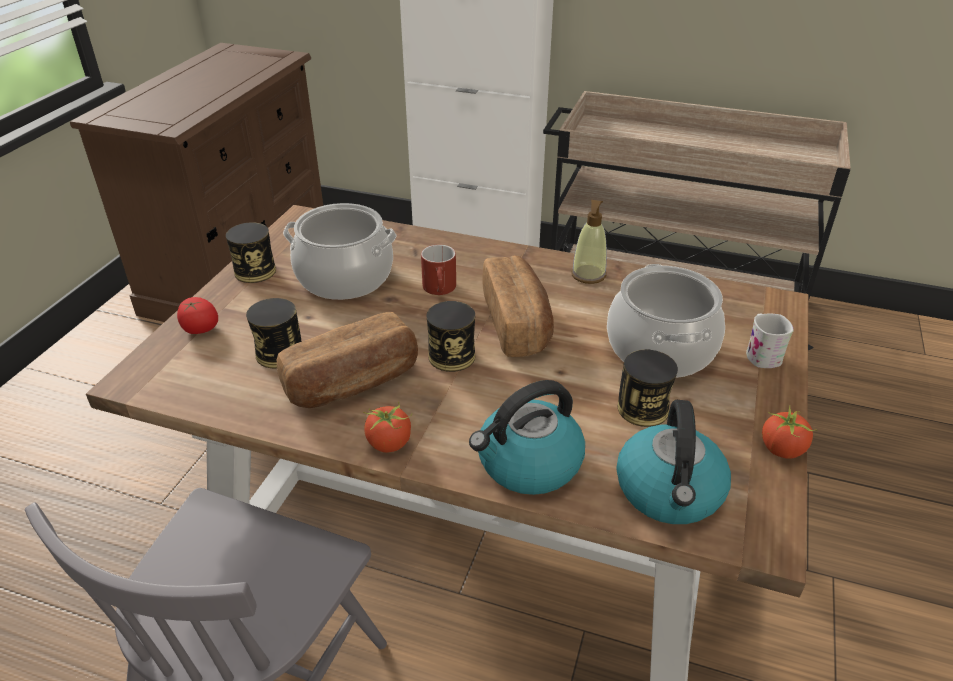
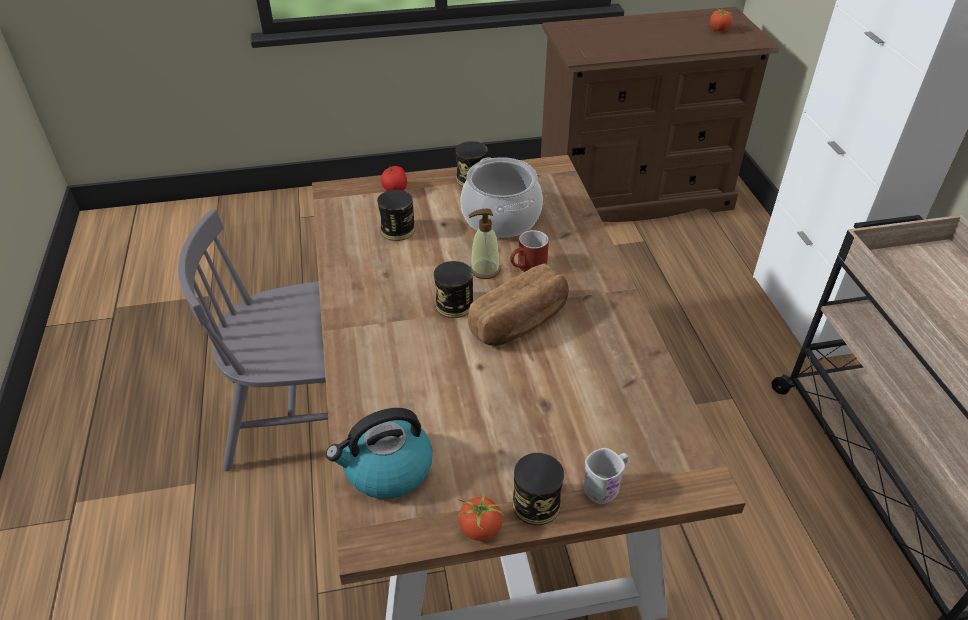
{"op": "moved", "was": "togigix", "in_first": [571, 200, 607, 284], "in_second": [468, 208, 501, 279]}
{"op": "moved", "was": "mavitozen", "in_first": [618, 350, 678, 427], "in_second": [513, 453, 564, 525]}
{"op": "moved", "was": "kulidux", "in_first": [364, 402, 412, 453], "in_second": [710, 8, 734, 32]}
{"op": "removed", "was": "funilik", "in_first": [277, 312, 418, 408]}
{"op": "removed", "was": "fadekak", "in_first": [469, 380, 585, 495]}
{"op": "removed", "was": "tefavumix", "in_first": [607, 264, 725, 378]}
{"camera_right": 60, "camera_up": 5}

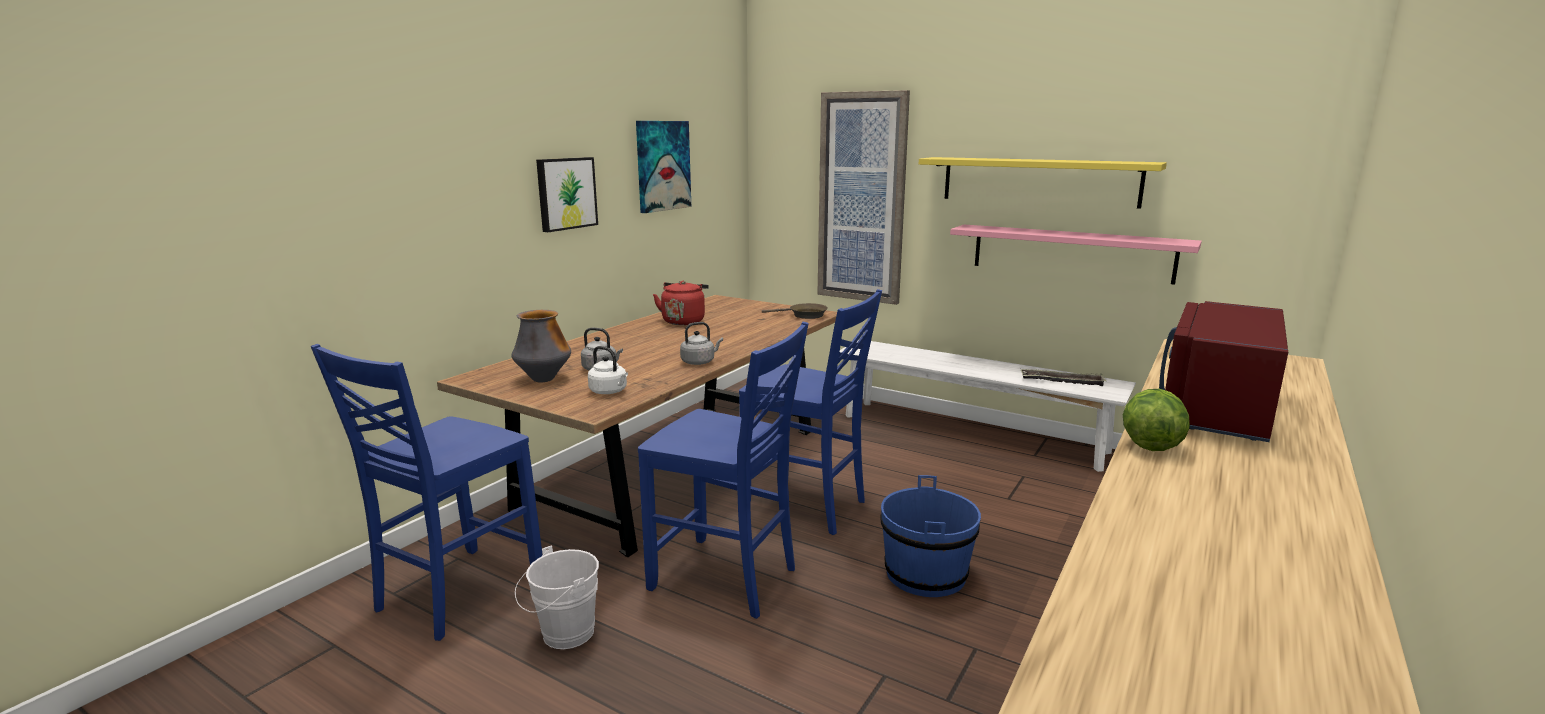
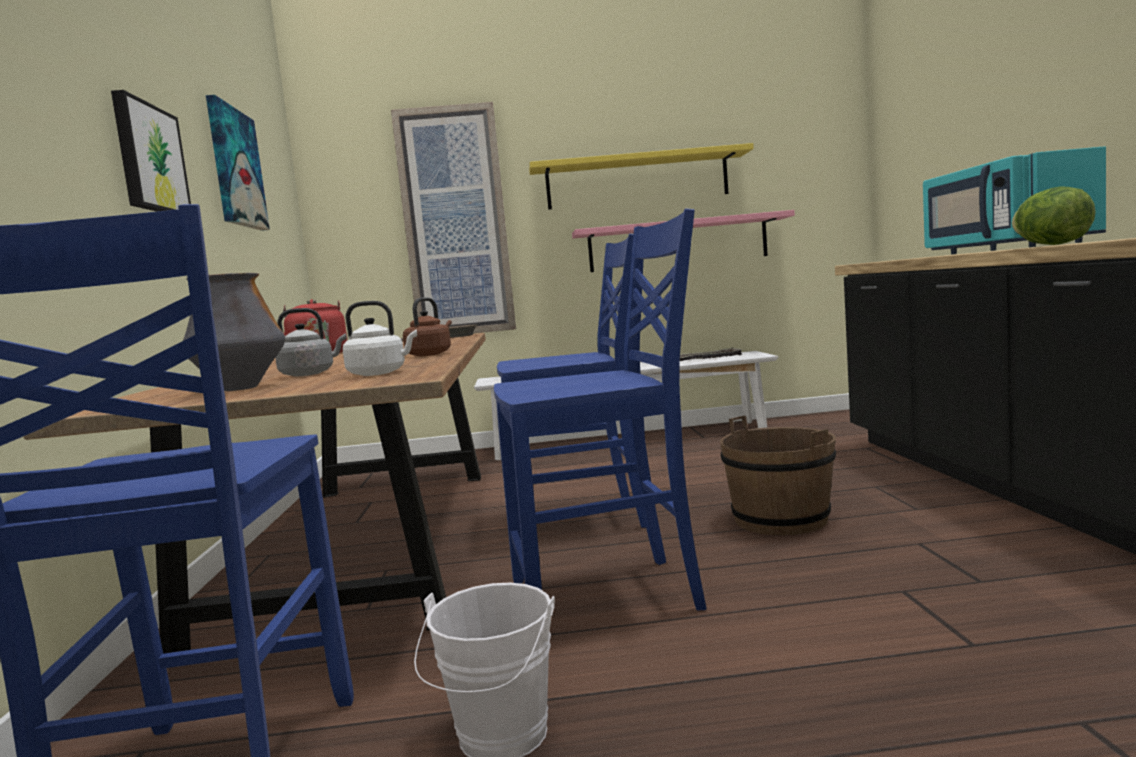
{"op": "recoloured", "was": "grey_fadekak", "now": "brown_fadekak", "in_first": [680, 322, 723, 365], "in_second": [403, 297, 452, 356]}
{"op": "recoloured", "was": "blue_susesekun", "now": "brown_susesekun", "in_first": [881, 475, 981, 597], "in_second": [720, 416, 836, 535]}
{"op": "recoloured", "was": "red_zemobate", "now": "turquoise_zemobate", "in_first": [1159, 301, 1288, 442], "in_second": [923, 146, 1106, 254]}
{"camera_right": -35, "camera_up": -10}

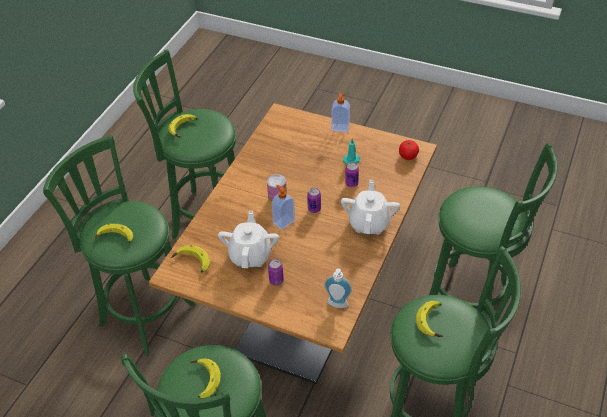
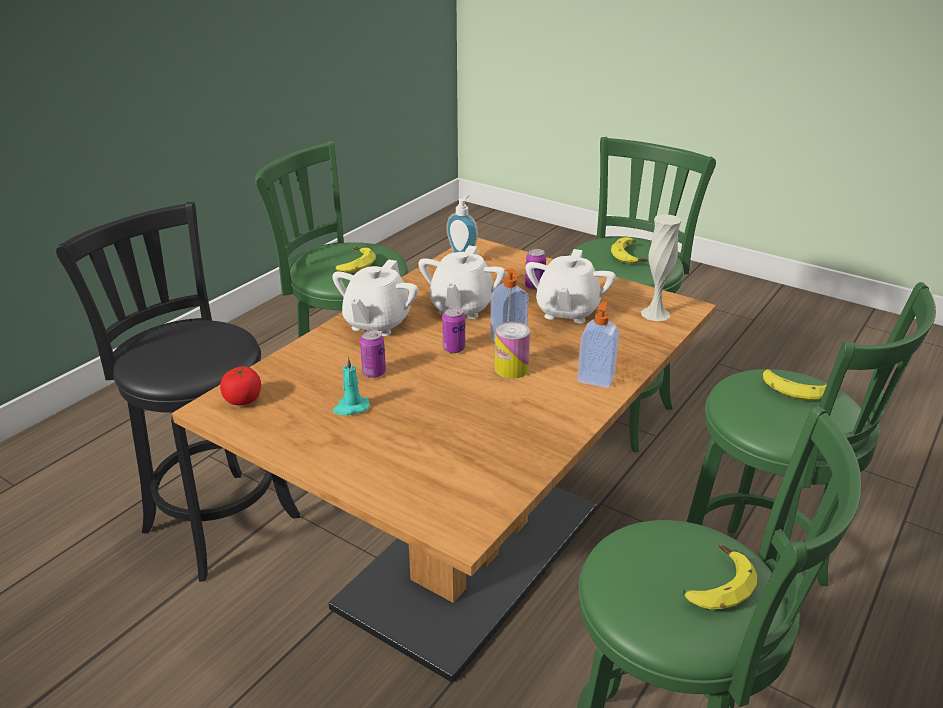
{"op": "recoloured", "was": "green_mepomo", "now": "black_mepomo", "in_first": [429, 143, 558, 314], "in_second": [56, 202, 300, 581]}
{"op": "added", "now": "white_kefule", "in_second": [418, 245, 506, 319]}
{"op": "moved", "was": "togigix", "in_first": [331, 93, 350, 132], "in_second": [577, 301, 619, 388]}
{"op": "replaced", "was": "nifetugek", "now": "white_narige", "in_first": [171, 245, 210, 273], "in_second": [641, 214, 681, 321]}
{"camera_right": -170, "camera_up": -15}

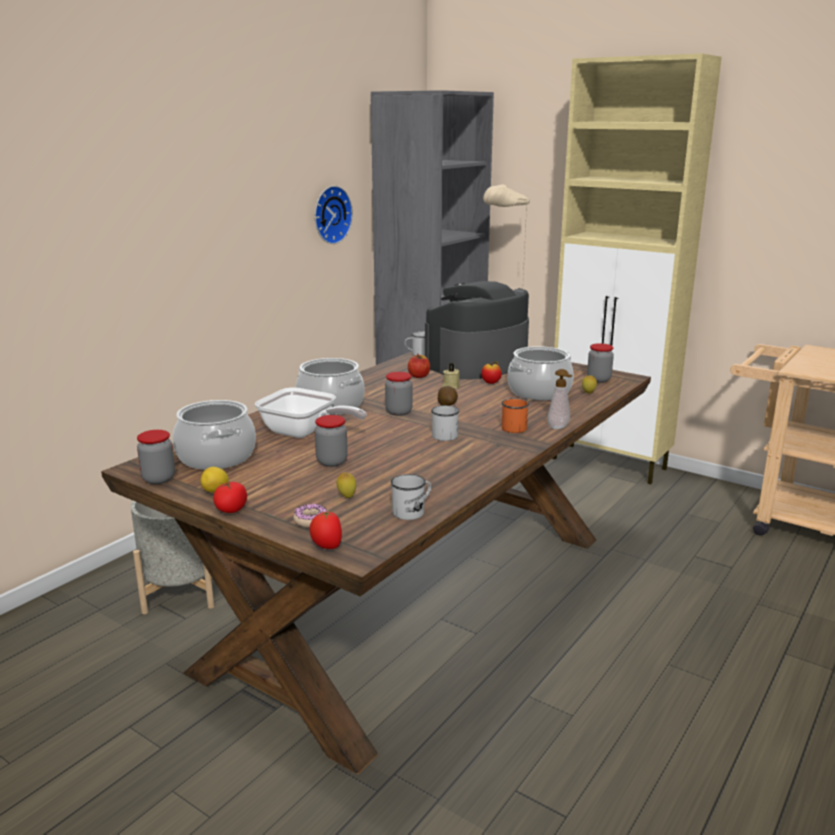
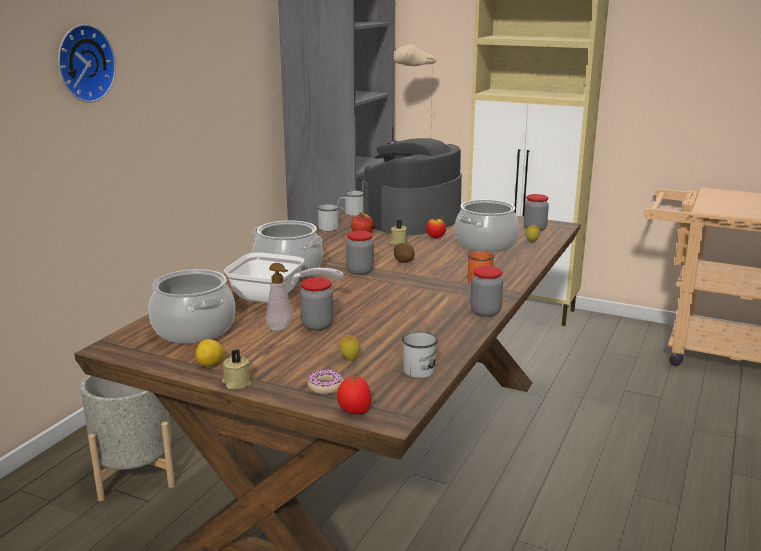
{"op": "moved", "was": "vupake", "in_first": [315, 186, 353, 244], "in_second": [58, 24, 116, 103]}
{"op": "replaced", "was": "kulidux", "now": "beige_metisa", "in_first": [213, 481, 247, 513], "in_second": [222, 349, 252, 389]}
{"op": "moved", "was": "togigix", "in_first": [547, 369, 572, 429], "in_second": [266, 263, 293, 331]}
{"op": "moved", "was": "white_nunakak", "in_first": [431, 405, 460, 441], "in_second": [317, 204, 340, 231]}
{"op": "moved", "was": "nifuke", "in_first": [137, 430, 175, 484], "in_second": [470, 266, 503, 317]}
{"camera_right": -10, "camera_up": 0}

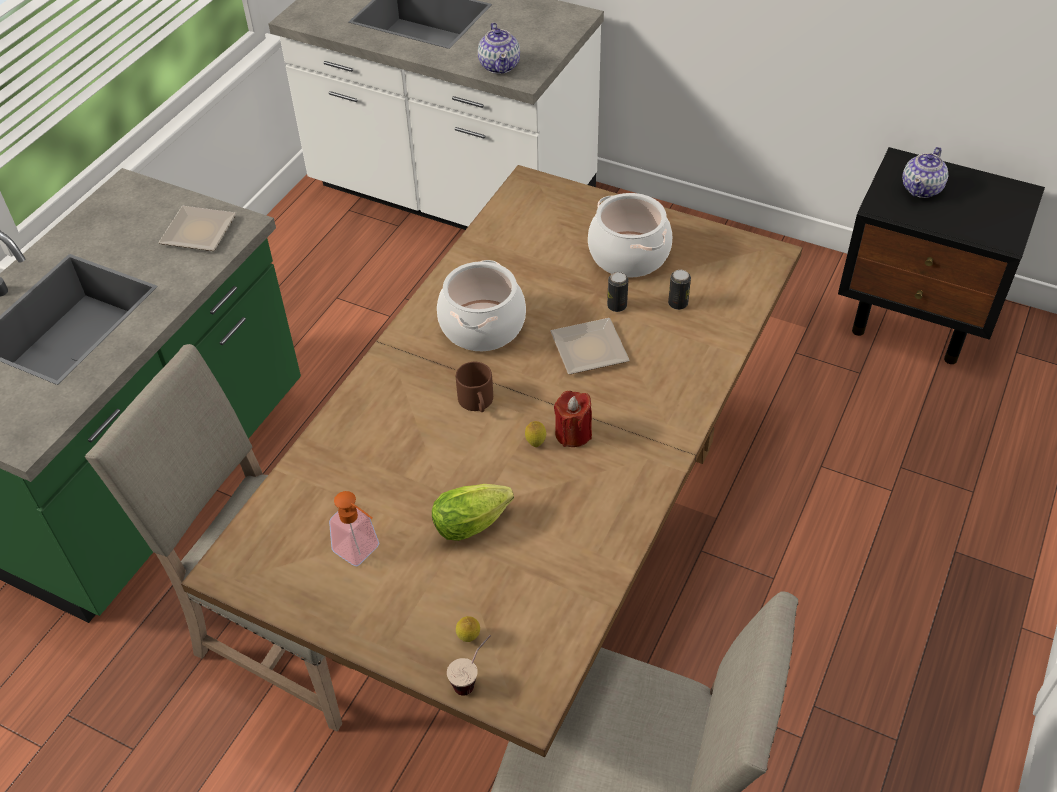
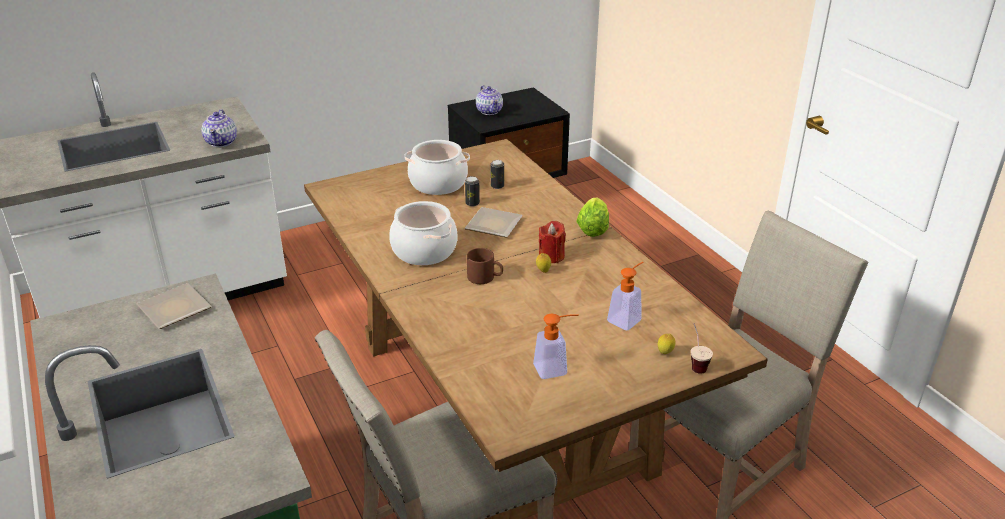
{"op": "turned", "was": "kefule", "in_first": [478, 23, 520, 74], "in_second": [201, 109, 237, 147], "clockwise": 60}
{"op": "moved", "was": "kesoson", "in_first": [432, 484, 514, 541], "in_second": [576, 197, 609, 237]}
{"op": "added", "now": "togigix", "in_second": [607, 262, 644, 330]}
{"camera_right": -55, "camera_up": -15}

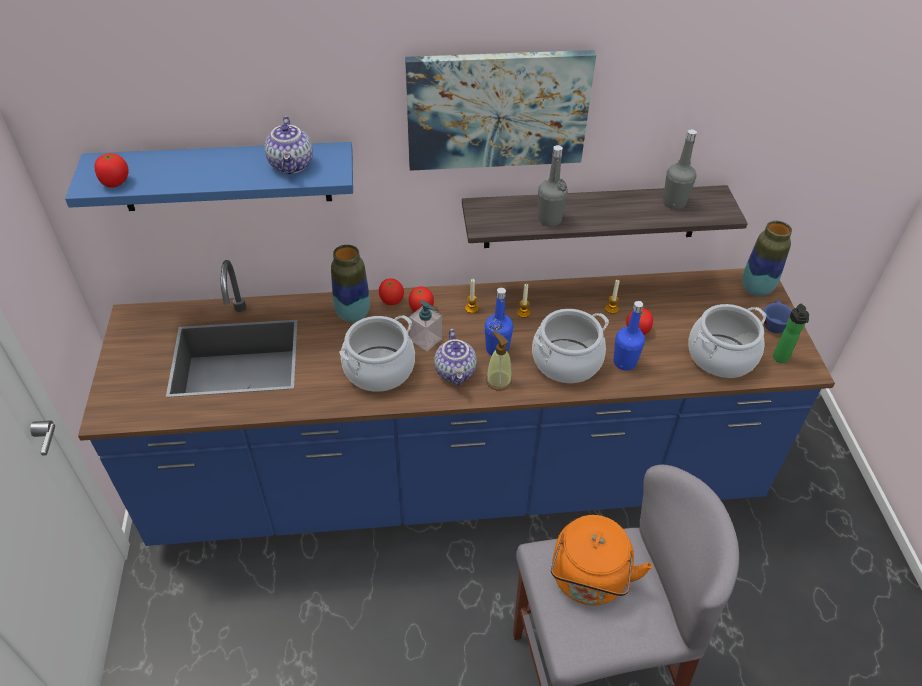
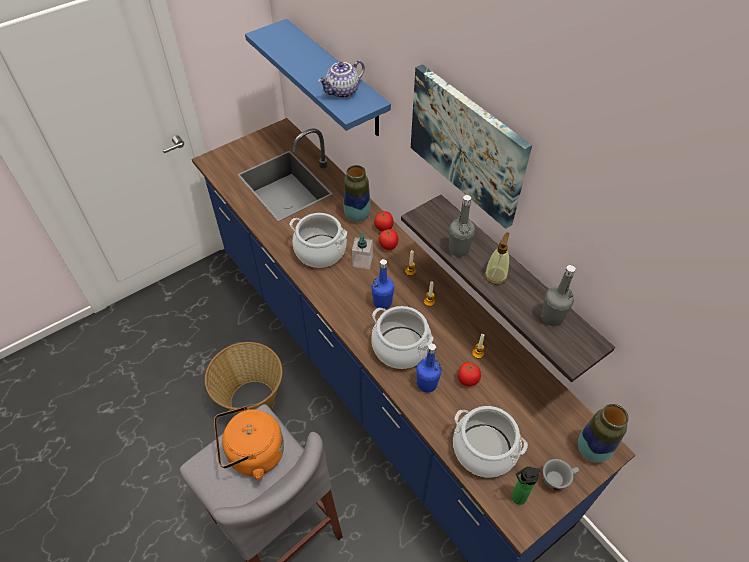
{"op": "added", "now": "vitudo", "in_second": [205, 342, 282, 415]}
{"op": "moved", "was": "togigix", "in_first": [486, 331, 512, 390], "in_second": [484, 232, 509, 285]}
{"op": "recoloured", "was": "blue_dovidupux", "now": "grey_dovidupux", "in_first": [764, 301, 792, 333], "in_second": [543, 459, 579, 490]}
{"op": "removed", "was": "kulidux", "in_first": [94, 153, 129, 188]}
{"op": "removed", "was": "kefule", "in_first": [434, 329, 477, 386]}
{"camera_right": 60, "camera_up": 5}

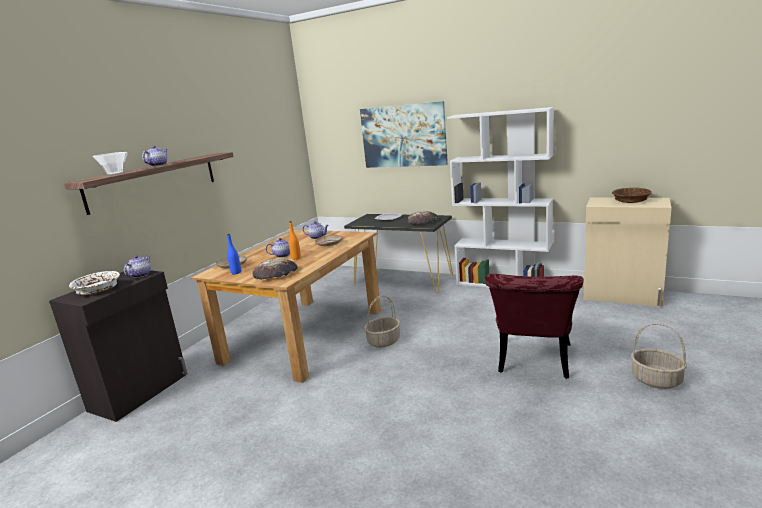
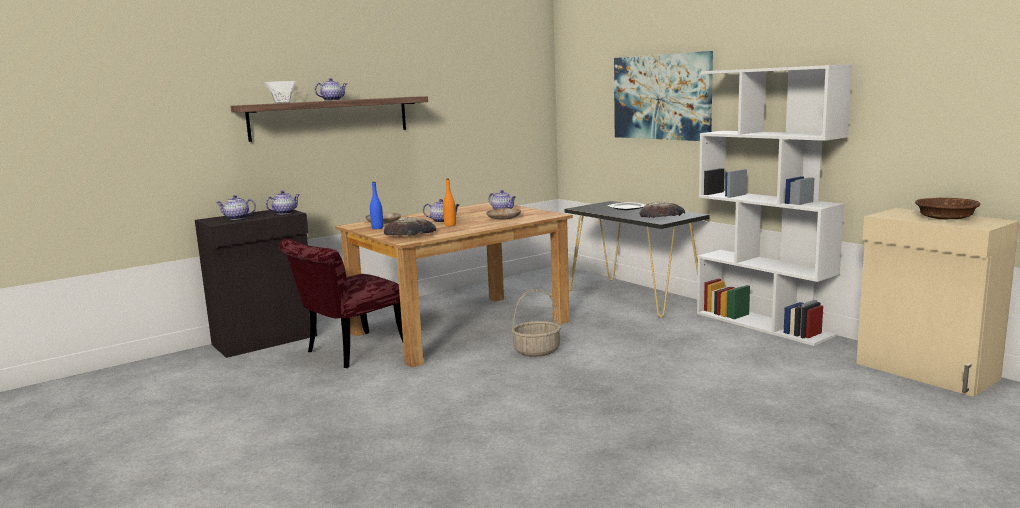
{"op": "replaced", "was": "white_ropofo", "now": "kefule", "in_first": [69, 271, 120, 295], "in_second": [216, 195, 256, 220]}
{"op": "moved", "was": "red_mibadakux", "in_first": [485, 274, 584, 379], "in_second": [279, 239, 403, 368]}
{"op": "removed", "was": "vitudo", "in_first": [631, 323, 687, 389]}
{"camera_right": 25, "camera_up": -5}

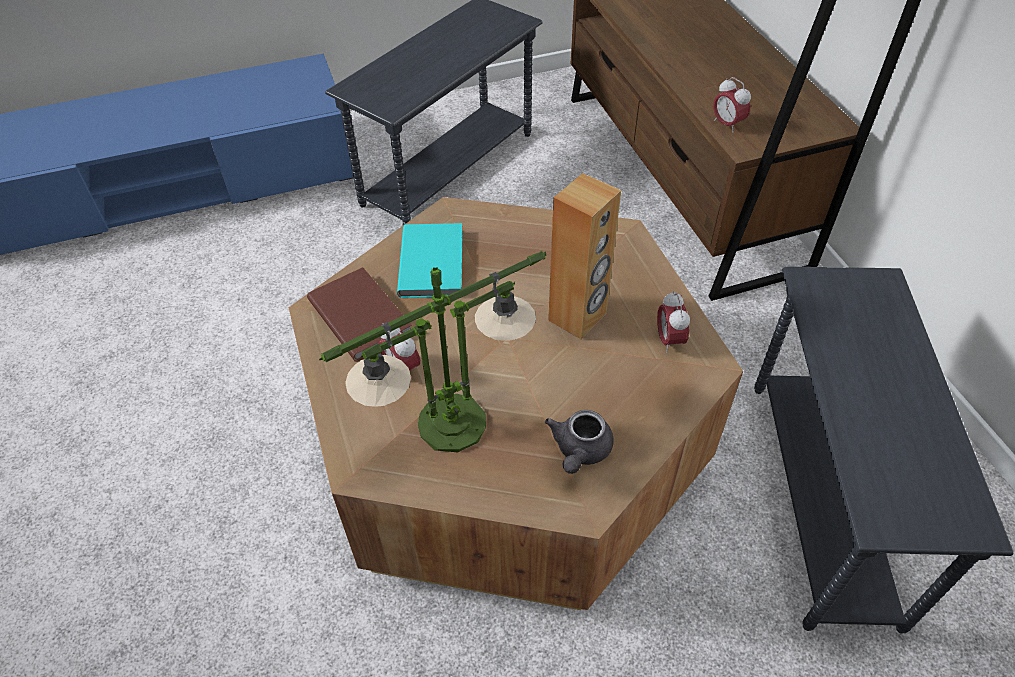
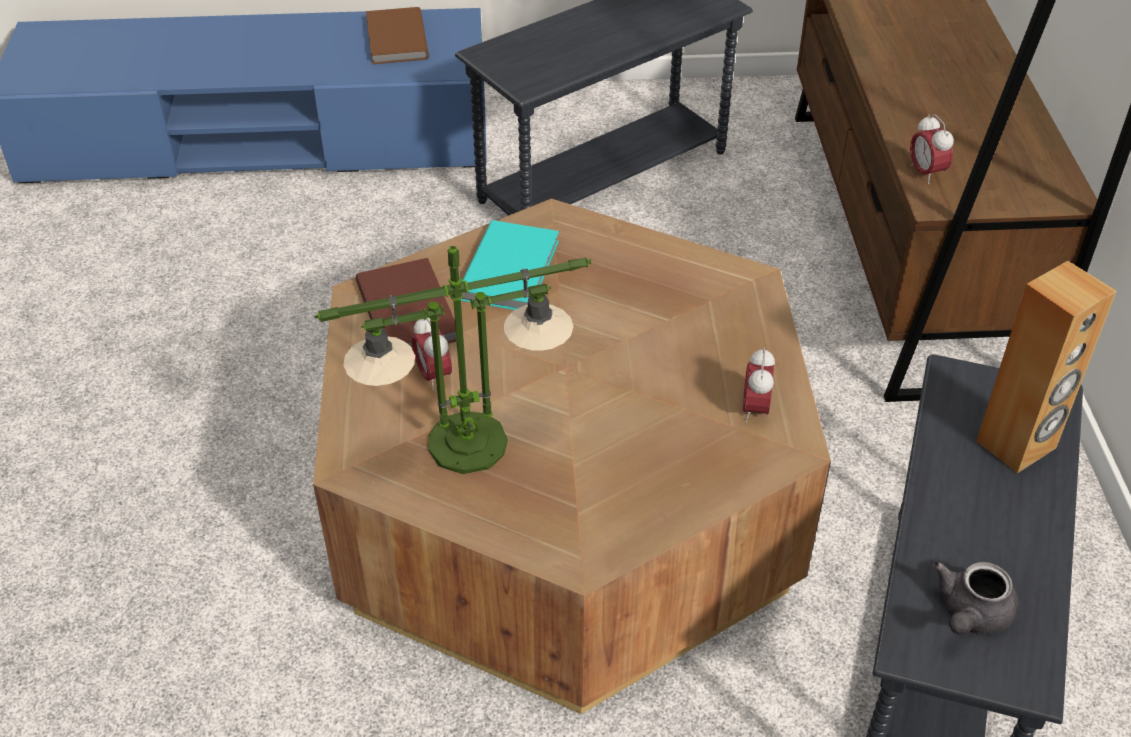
{"op": "added", "now": "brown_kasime", "in_second": [366, 7, 429, 64]}
{"op": "moved", "was": "grey_kefule", "in_first": [545, 410, 614, 474], "in_second": [933, 562, 1019, 635]}
{"op": "moved", "was": "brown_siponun", "in_first": [548, 173, 621, 339], "in_second": [976, 261, 1117, 473]}
{"camera_right": 15, "camera_up": -5}

